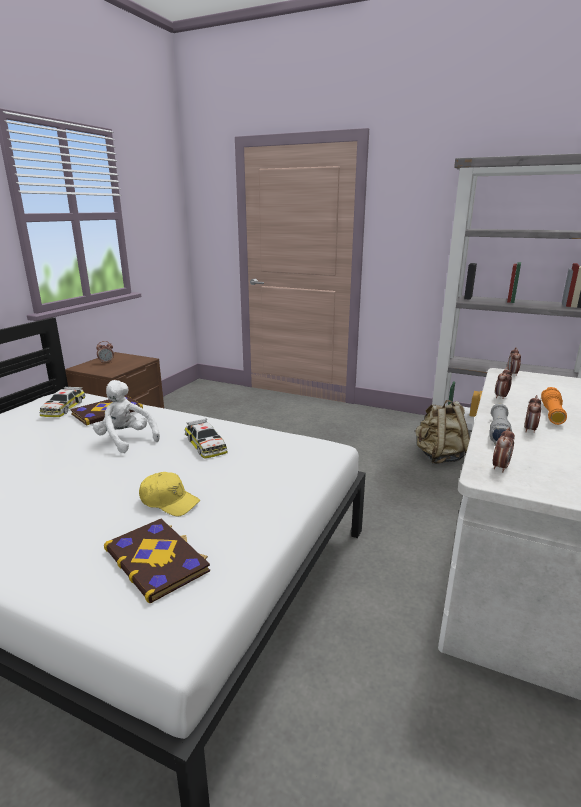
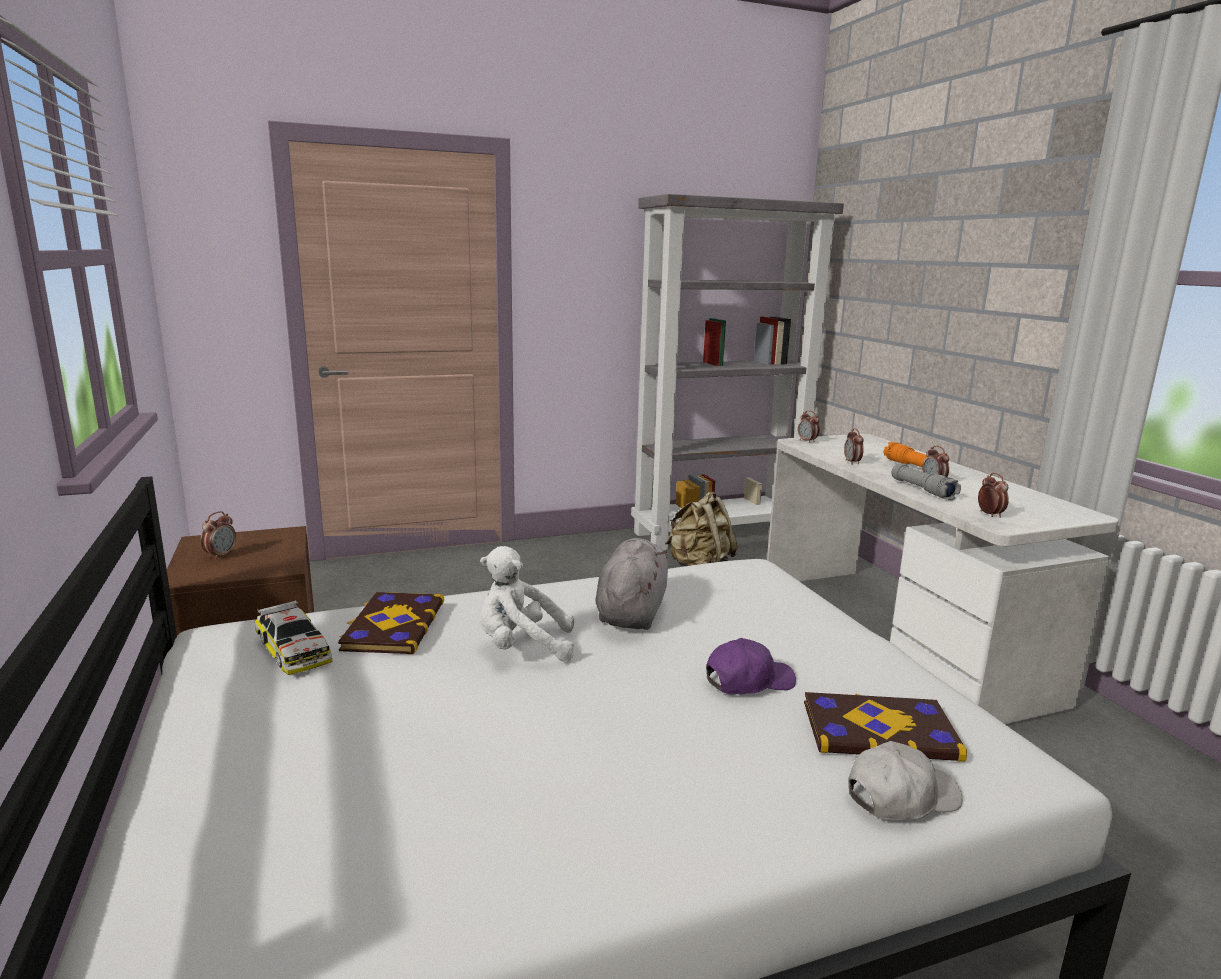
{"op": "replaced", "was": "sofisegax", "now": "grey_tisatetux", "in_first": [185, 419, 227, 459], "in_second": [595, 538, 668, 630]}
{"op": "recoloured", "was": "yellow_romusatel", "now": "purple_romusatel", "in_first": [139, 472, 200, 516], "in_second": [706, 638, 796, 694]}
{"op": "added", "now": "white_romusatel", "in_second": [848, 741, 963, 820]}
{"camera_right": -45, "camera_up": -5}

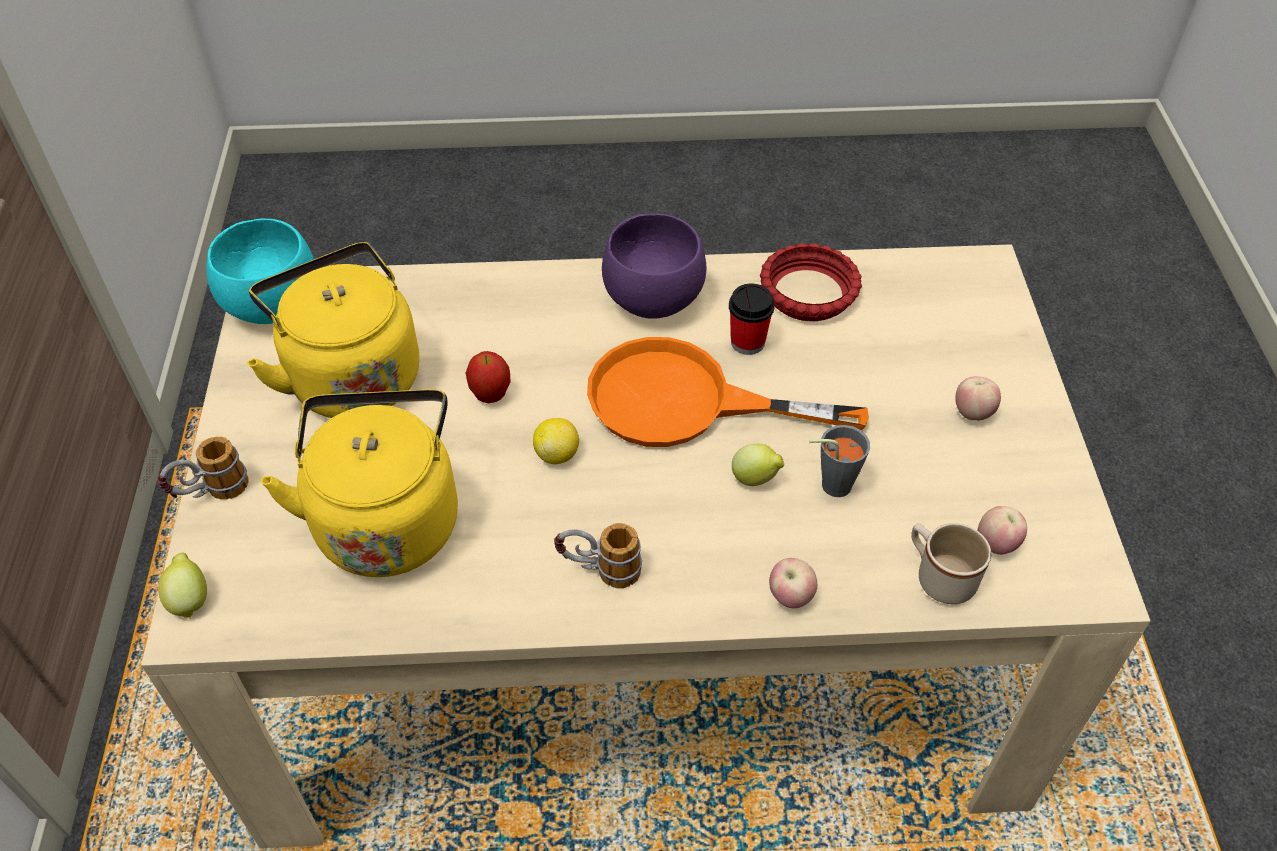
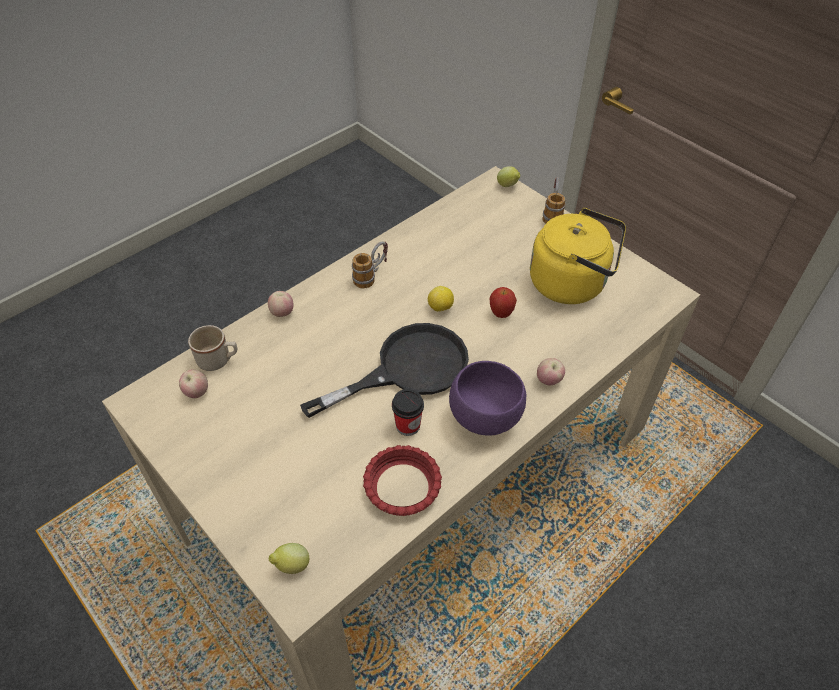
{"op": "moved", "was": "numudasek", "in_first": [732, 444, 784, 486], "in_second": [269, 543, 309, 574]}
{"op": "recoloured", "was": "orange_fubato", "now": "black_fubato", "in_first": [587, 337, 869, 447], "in_second": [300, 323, 469, 418]}
{"op": "moved", "was": "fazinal", "in_first": [955, 376, 1001, 421], "in_second": [537, 358, 565, 385]}
{"op": "removed", "was": "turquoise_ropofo", "in_first": [206, 219, 314, 324]}
{"op": "removed", "was": "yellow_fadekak", "in_first": [261, 389, 458, 577]}
{"op": "removed", "was": "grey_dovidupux", "in_first": [809, 425, 870, 497]}
{"camera_right": 140, "camera_up": 0}

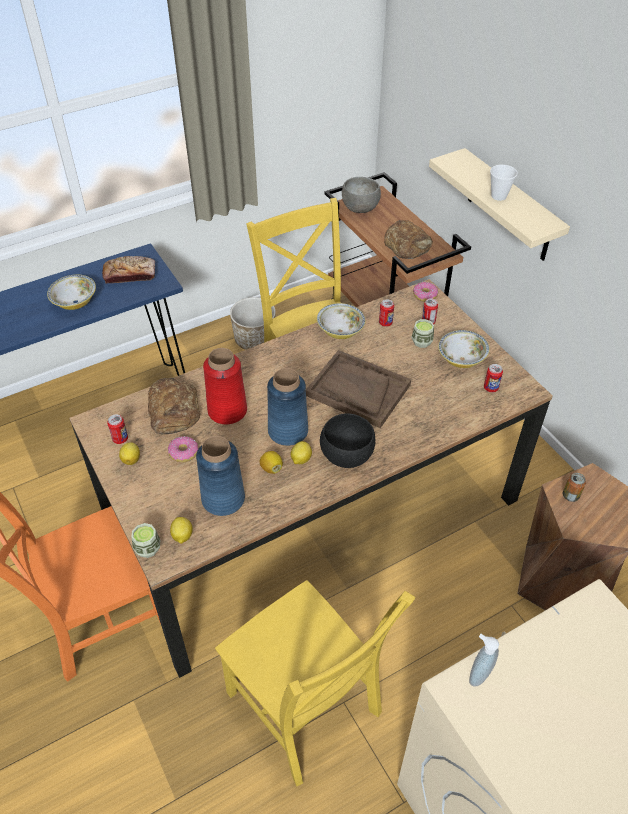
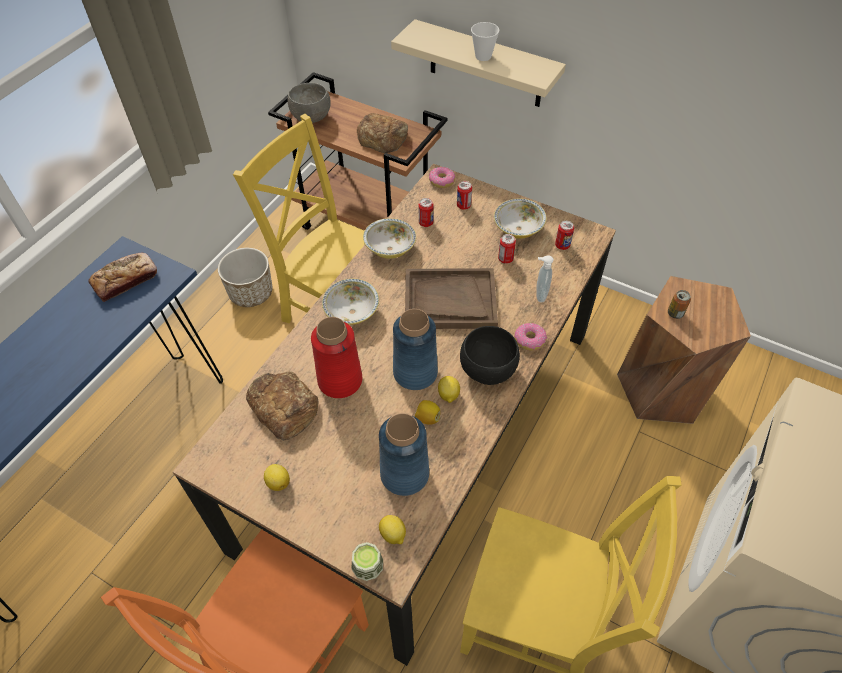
{"op": "moved", "was": "ropofo", "in_first": [47, 275, 96, 310], "in_second": [322, 279, 379, 325]}
{"op": "moved", "was": "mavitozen", "in_first": [107, 414, 128, 444], "in_second": [498, 234, 516, 264]}
{"op": "moved", "was": "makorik", "in_first": [168, 436, 198, 463], "in_second": [514, 323, 547, 351]}
{"op": "moved", "was": "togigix", "in_first": [469, 634, 499, 687], "in_second": [536, 255, 554, 303]}
{"op": "removed", "was": "dovidupux", "in_first": [411, 319, 434, 348]}
{"camera_right": -30, "camera_up": 5}

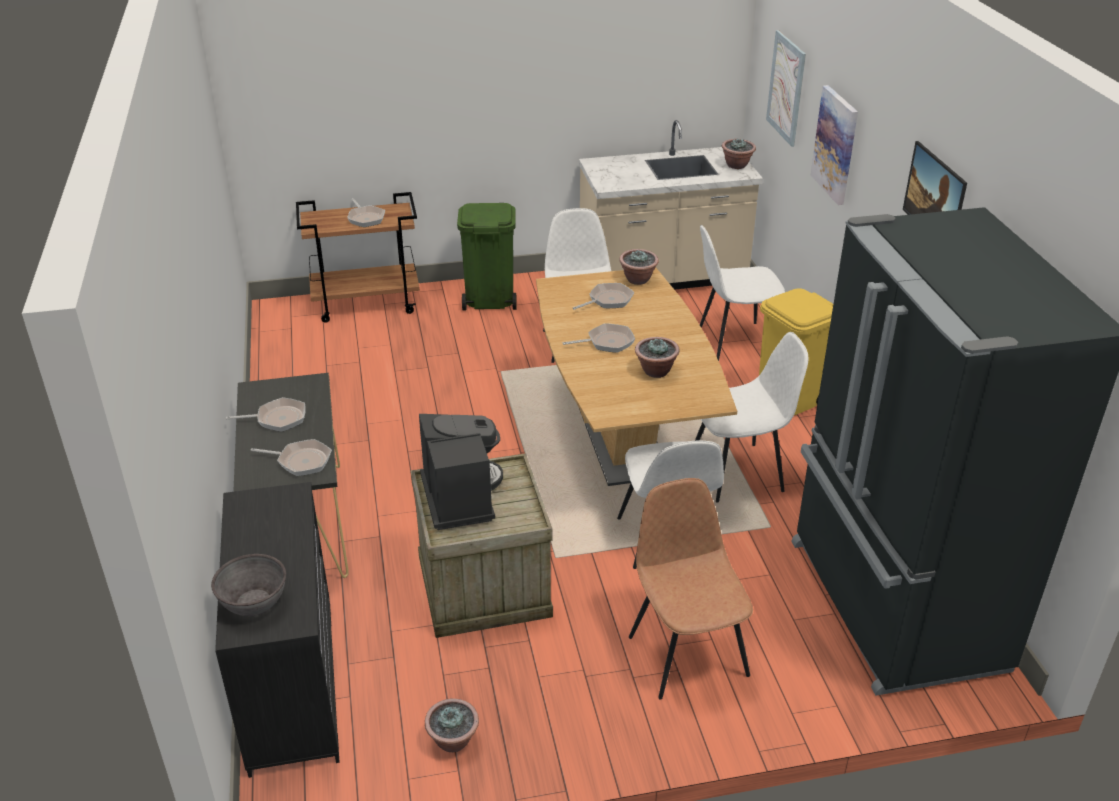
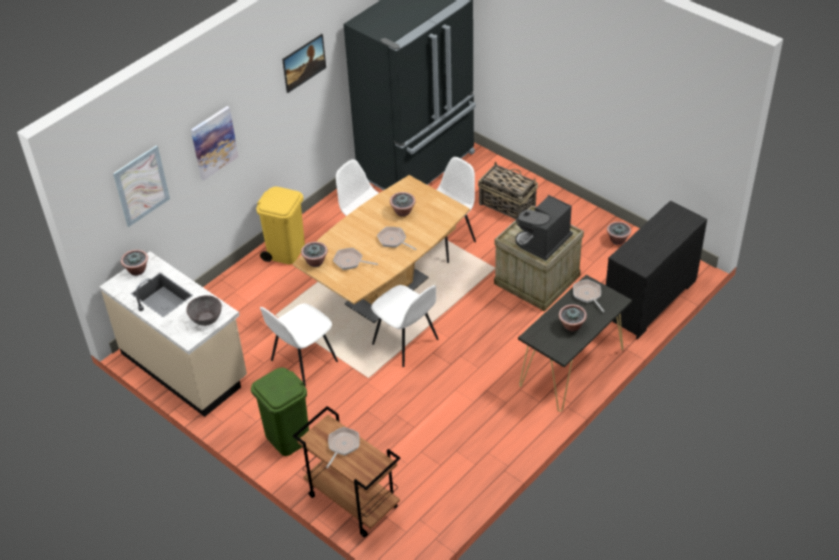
{"op": "moved", "was": "grey_ropofo", "in_first": [211, 554, 286, 616], "in_second": [186, 295, 222, 326]}
{"op": "moved", "was": "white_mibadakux", "in_first": [700, 225, 785, 361], "in_second": [371, 285, 439, 367]}
{"op": "replaced", "was": "brown_mibadakux", "now": "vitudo", "in_first": [629, 478, 753, 700], "in_second": [478, 161, 538, 219]}
{"op": "replaced", "was": "fubato", "now": "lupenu", "in_first": [226, 397, 306, 432], "in_second": [559, 304, 587, 332]}
{"camera_right": -125, "camera_up": 10}

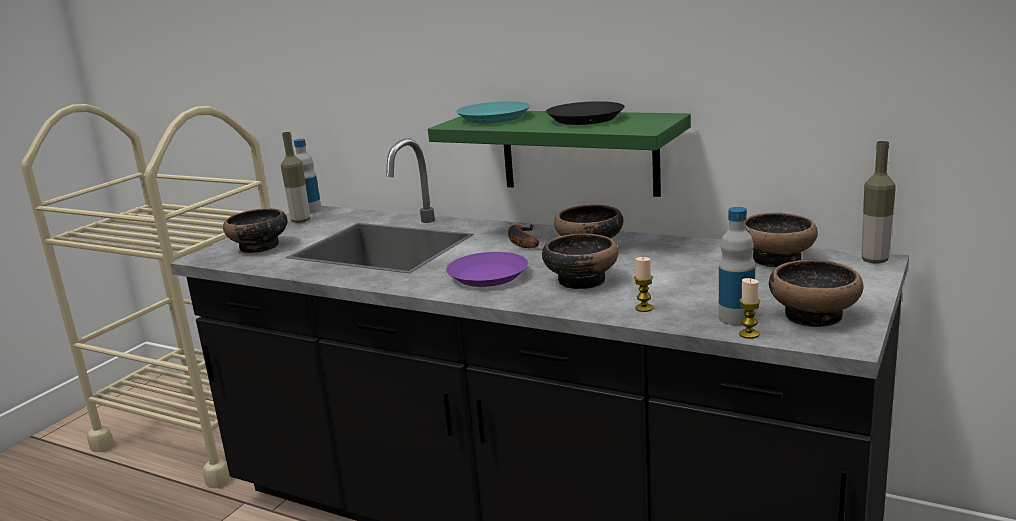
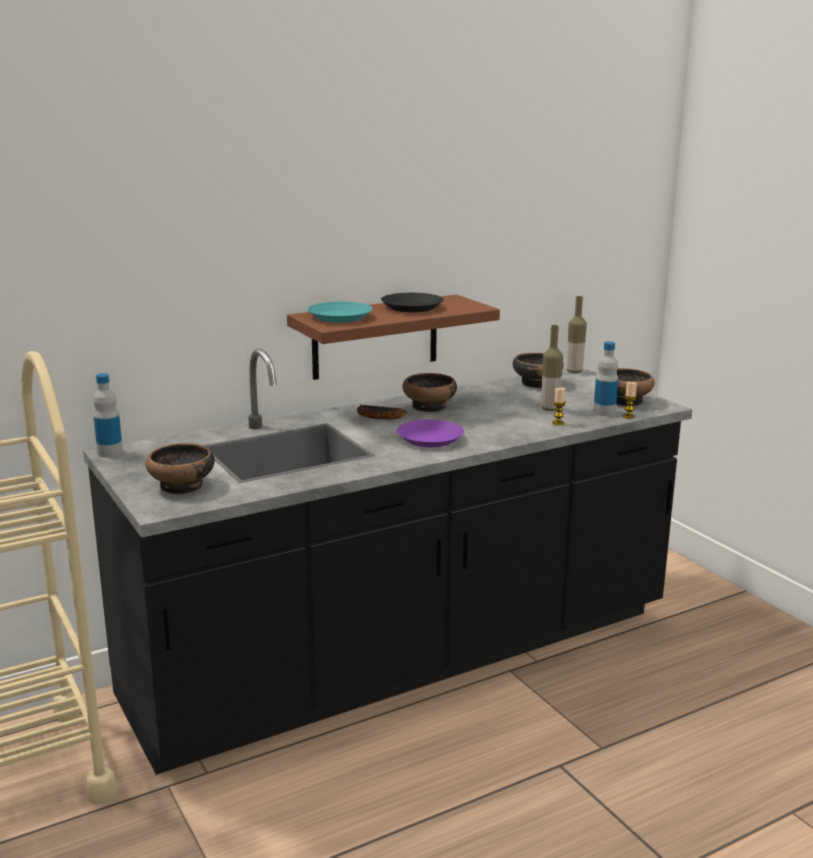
{"op": "recoloured", "was": "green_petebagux", "now": "brown_petebagux", "in_first": [428, 111, 691, 197], "in_second": [287, 294, 500, 380]}
{"op": "moved", "was": "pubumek", "in_first": [281, 132, 310, 223], "in_second": [541, 325, 563, 411]}
{"op": "removed", "was": "ropofo", "in_first": [542, 234, 618, 289]}
{"camera_right": -60, "camera_up": 0}

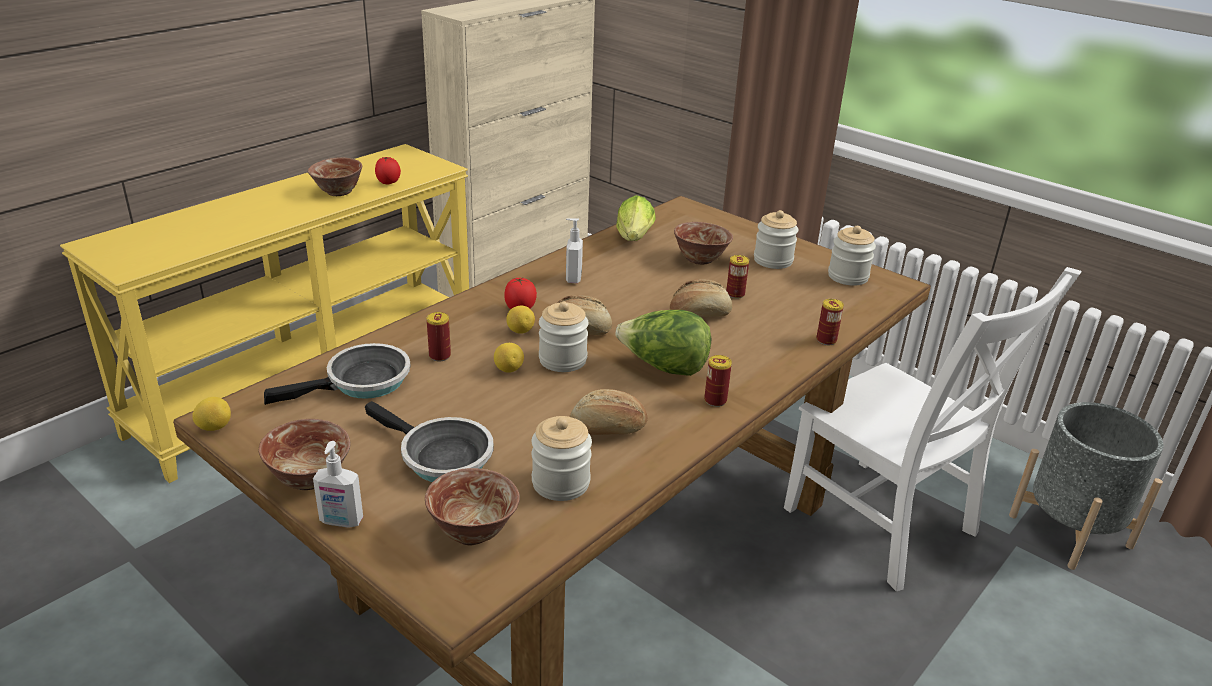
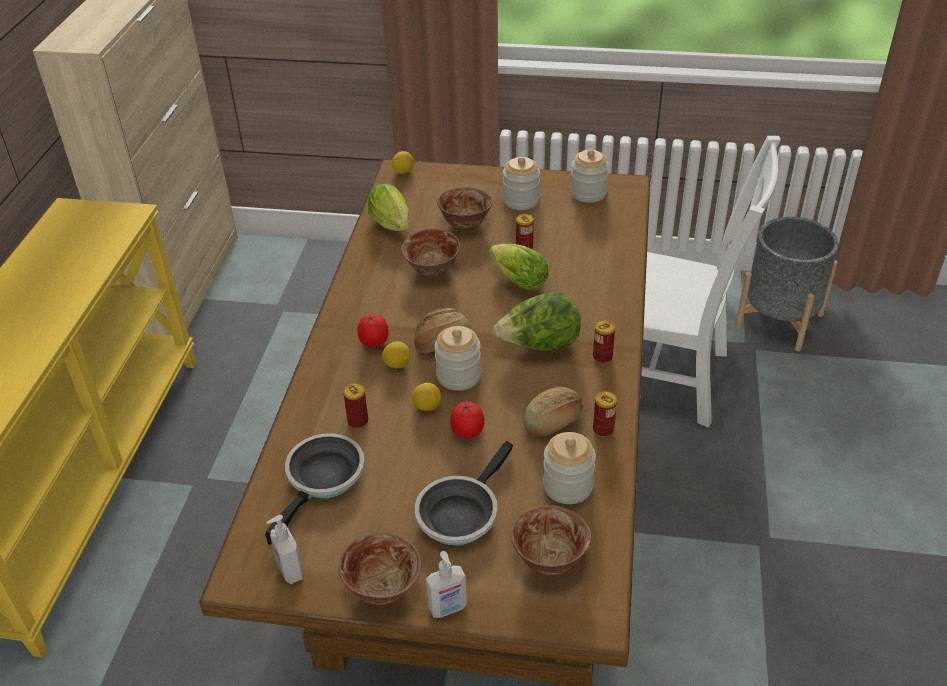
{"op": "moved", "was": "togigix", "in_first": [566, 218, 583, 283], "in_second": [267, 515, 303, 584]}
{"op": "moved", "was": "numudasek", "in_first": [192, 397, 231, 431], "in_second": [391, 151, 414, 174]}
{"op": "moved", "was": "ropofo", "in_first": [308, 157, 362, 196], "in_second": [401, 229, 460, 277]}
{"op": "turned", "was": "fubato", "in_first": [365, 401, 493, 482], "in_second": [415, 441, 513, 546], "clockwise": 120}
{"op": "moved", "was": "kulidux", "in_first": [375, 157, 401, 184], "in_second": [450, 402, 484, 439]}
{"op": "replaced", "was": "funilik", "now": "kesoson", "in_first": [670, 279, 732, 317], "in_second": [489, 244, 548, 290]}
{"op": "moved", "was": "mavitozen", "in_first": [816, 299, 844, 345], "in_second": [593, 391, 617, 437]}
{"camera_right": -30, "camera_up": 10}

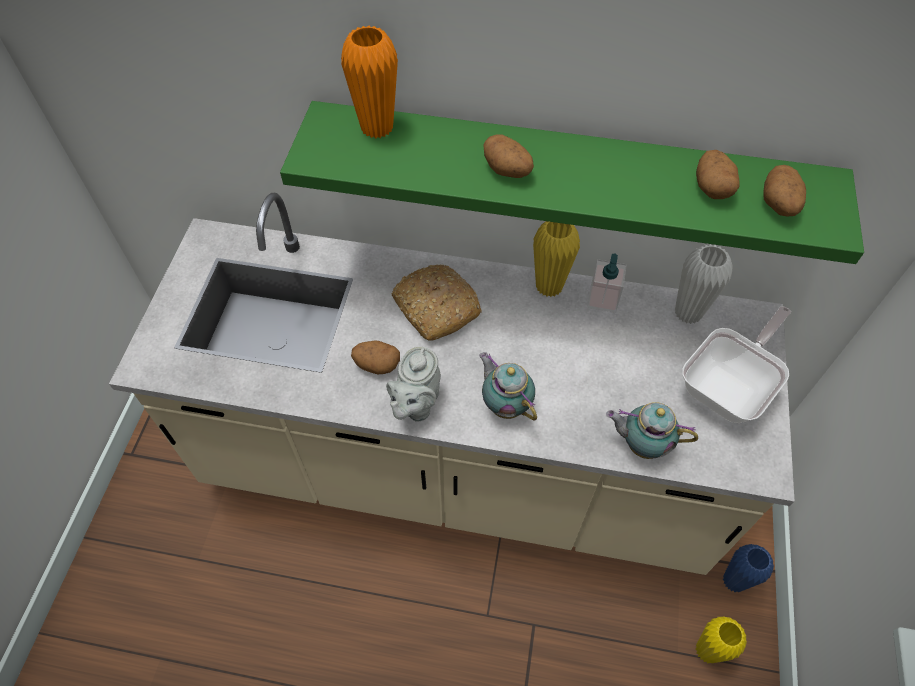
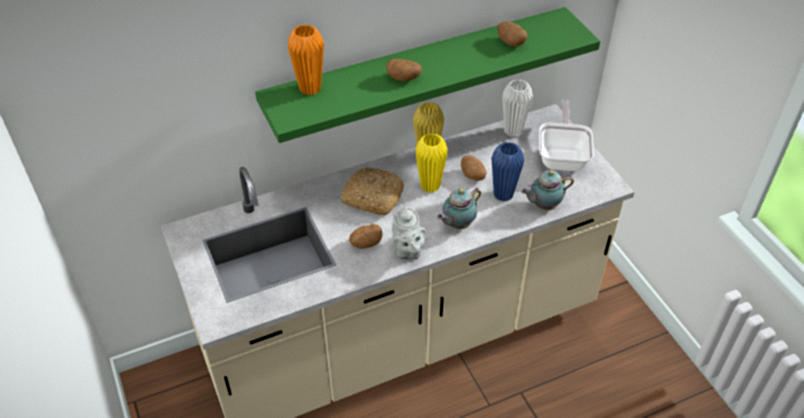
{"op": "moved", "was": "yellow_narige", "in_first": [696, 617, 747, 663], "in_second": [416, 133, 448, 193]}
{"op": "turned", "was": "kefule", "in_first": [479, 352, 537, 420], "in_second": [437, 188, 481, 229], "clockwise": -60}
{"op": "moved", "was": "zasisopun", "in_first": [763, 165, 806, 216], "in_second": [461, 155, 487, 181]}
{"op": "moved", "was": "blue_narige", "in_first": [723, 544, 774, 592], "in_second": [491, 142, 524, 202]}
{"op": "removed", "was": "togigix", "in_first": [587, 254, 627, 313]}
{"camera_right": -35, "camera_up": -10}

